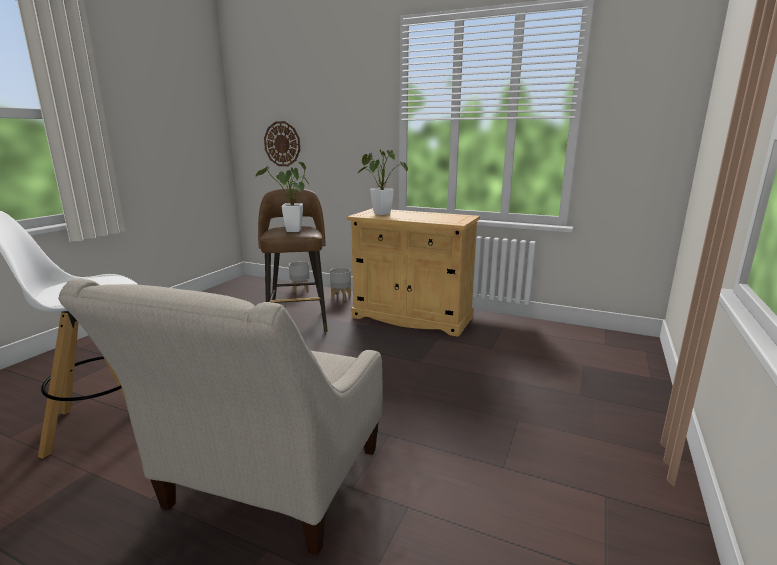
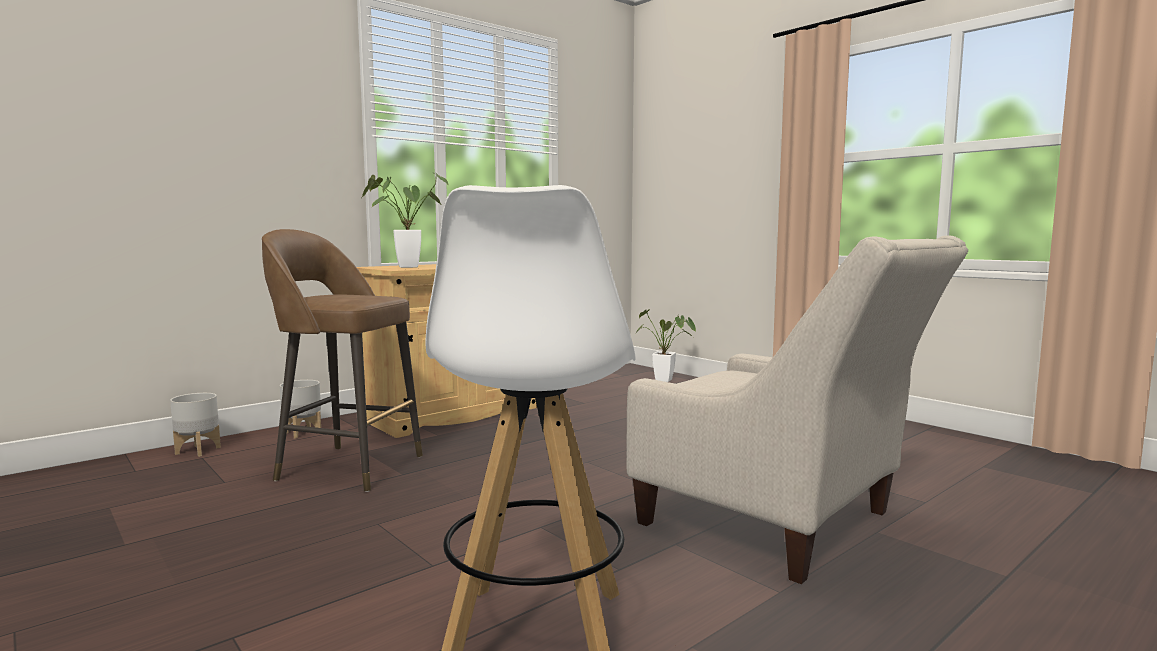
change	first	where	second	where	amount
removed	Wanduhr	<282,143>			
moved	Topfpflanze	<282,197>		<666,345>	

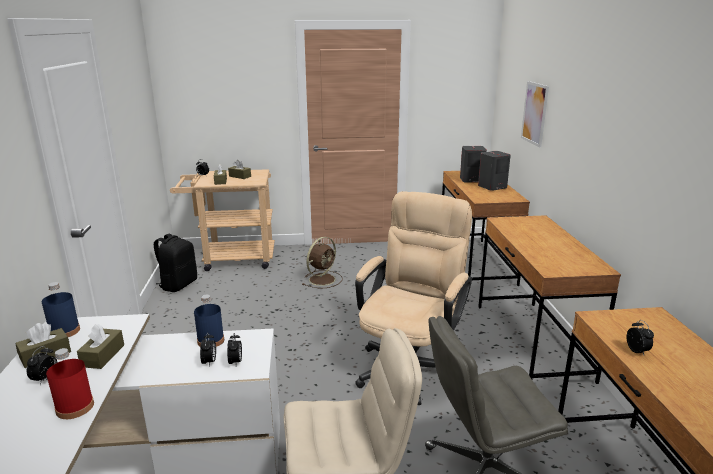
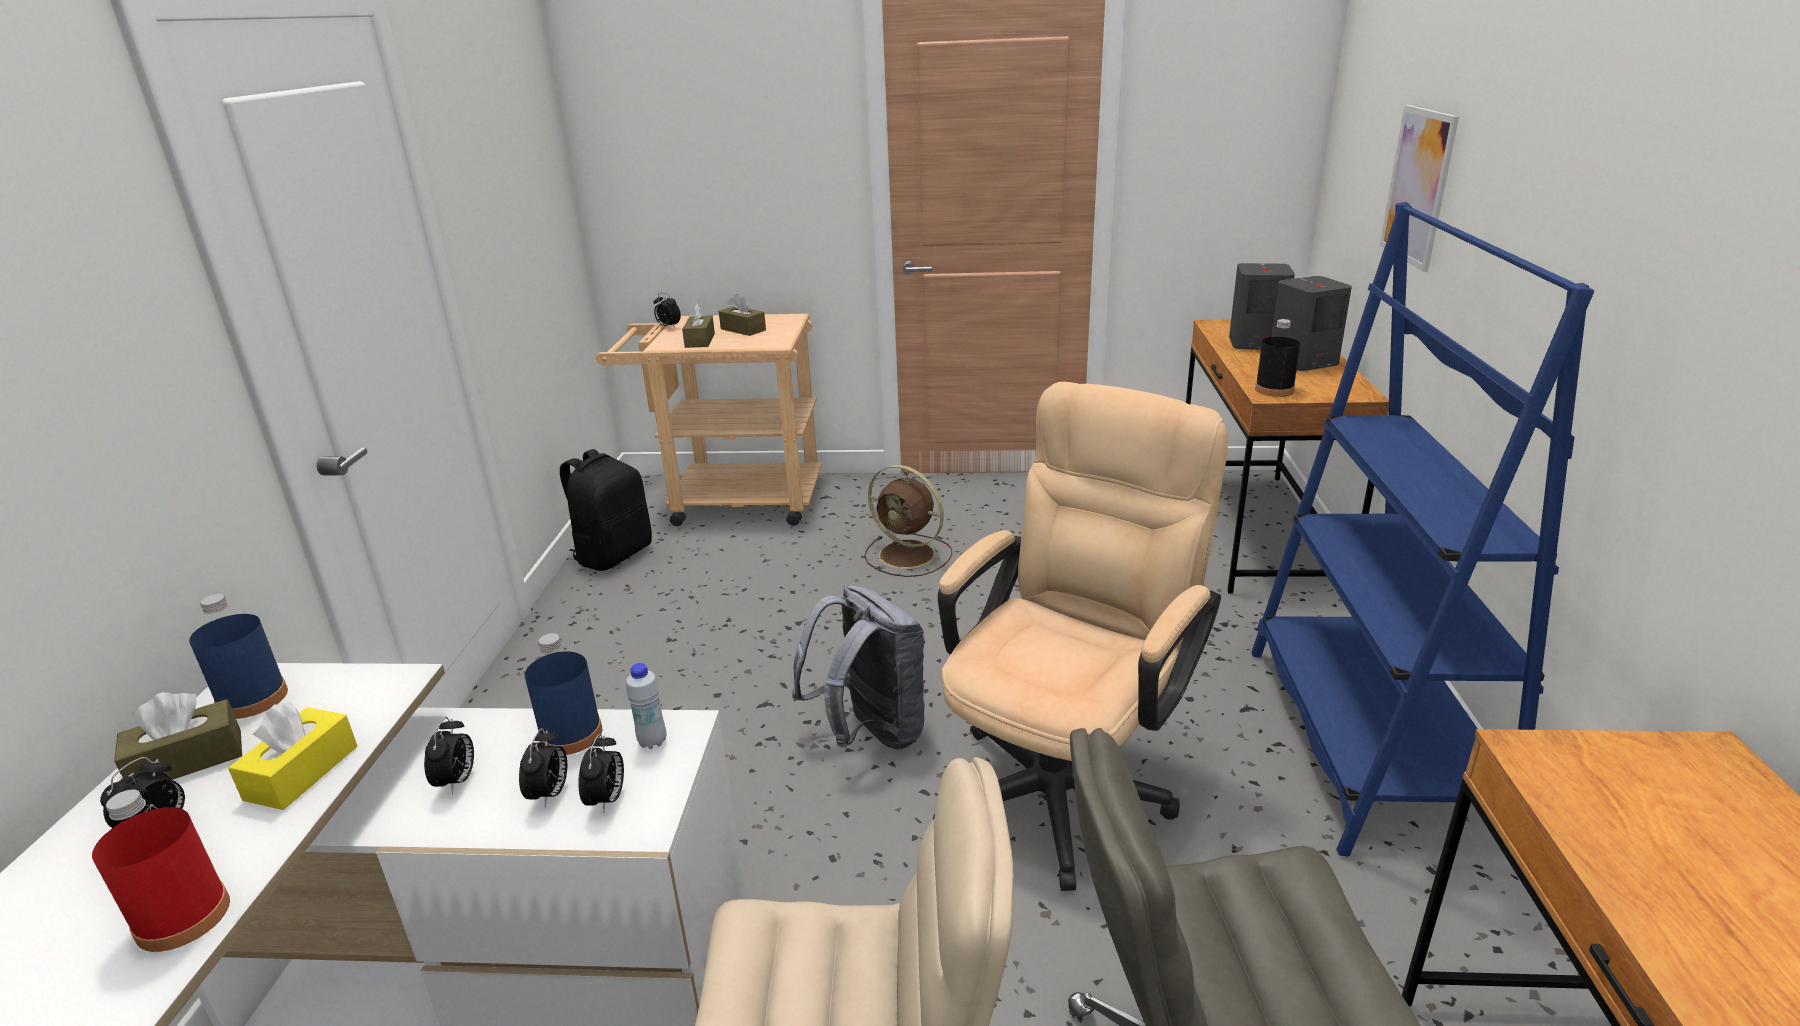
change	first	where	second	where	amount
added			Flasche [weiß]	<646,706>	
added			Rucksack [grau]	<858,667>	
added			Flasche [schwarz]	<1277,358>	
moved	Wecker	<640,337>		<449,755>	
replaced	Schreibtisch [braun]	<549,299>	Bücherregal [blau]	<1422,529>	
recoloured	Taschentuchbox [braun]	<100,346>	Taschentuchbox [gelb]	<292,756>	
turned	Ventilator [braun]	<322,263>		<908,521>	75 degrees clockwise

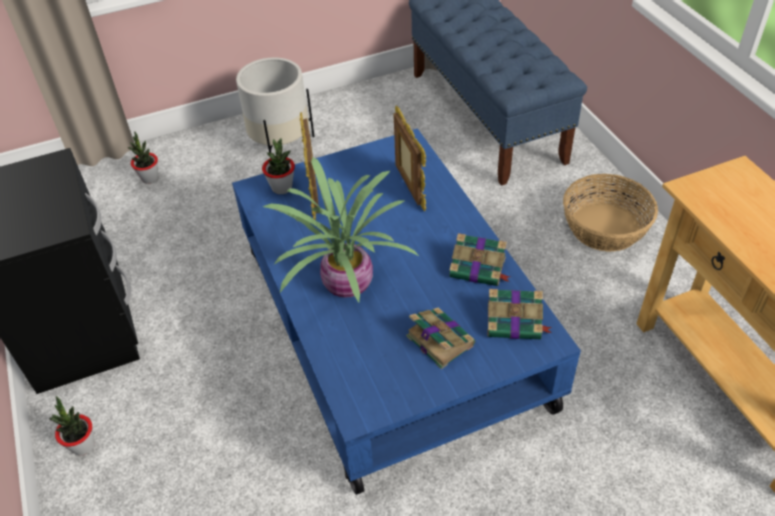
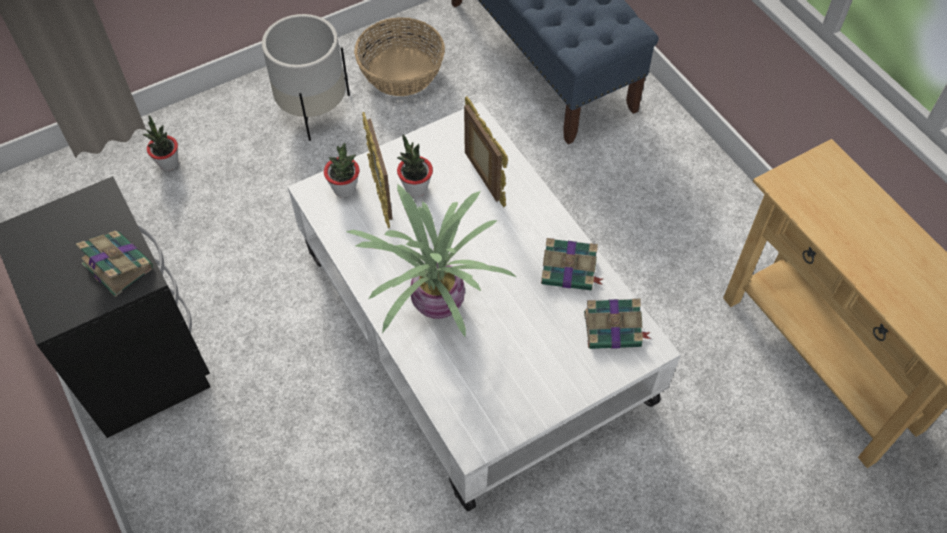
change	first	where	second	where	amount
moved	Topfpflanze	<72,425>		<415,165>	
moved	Buch	<440,338>		<114,264>	
moved	Korb	<610,213>		<399,56>	
recoloured	Couchtisch [blau]	<406,311>	Couchtisch [weiß]	<484,307>	

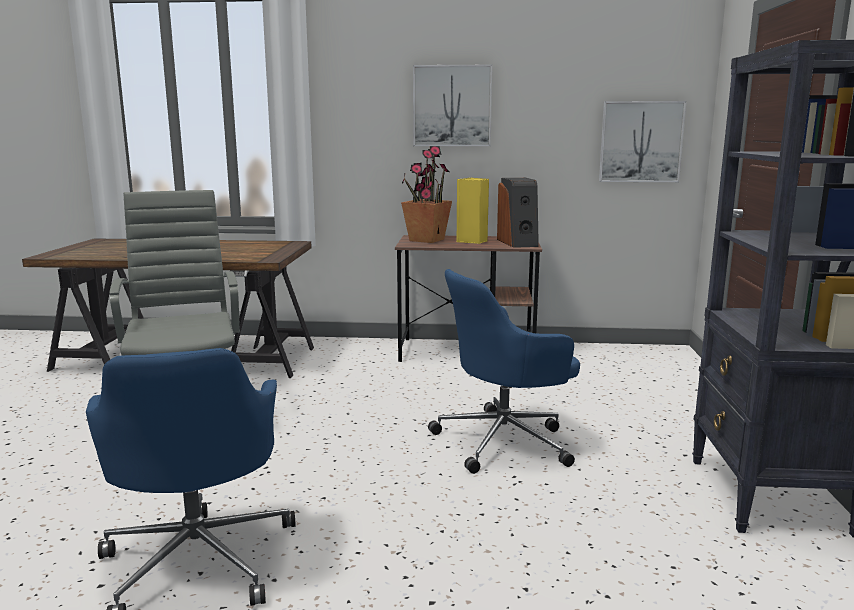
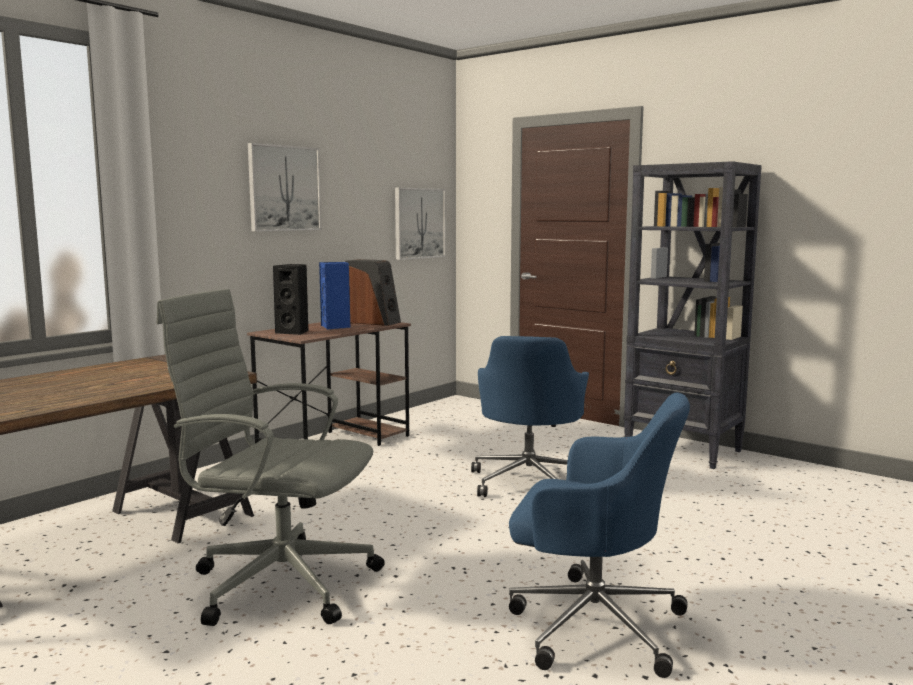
change	first	where	second	where	amount
replaced	Topfpflanze	<426,194>	Lautsprecher [schwarz]	<291,299>	
recoloured	Lautsprecher [gelb]	<473,211>	Lautsprecher [blau]	<334,295>	

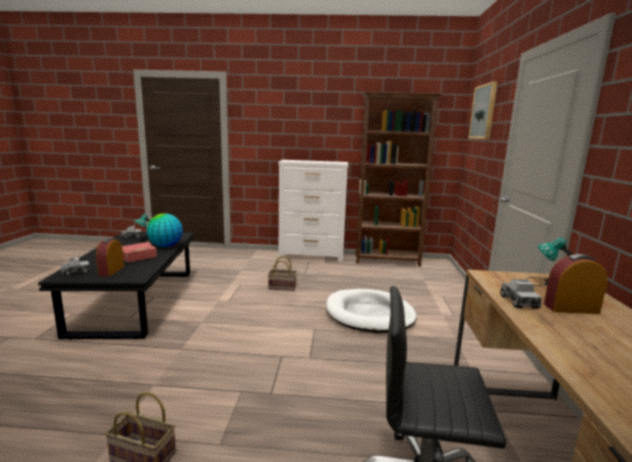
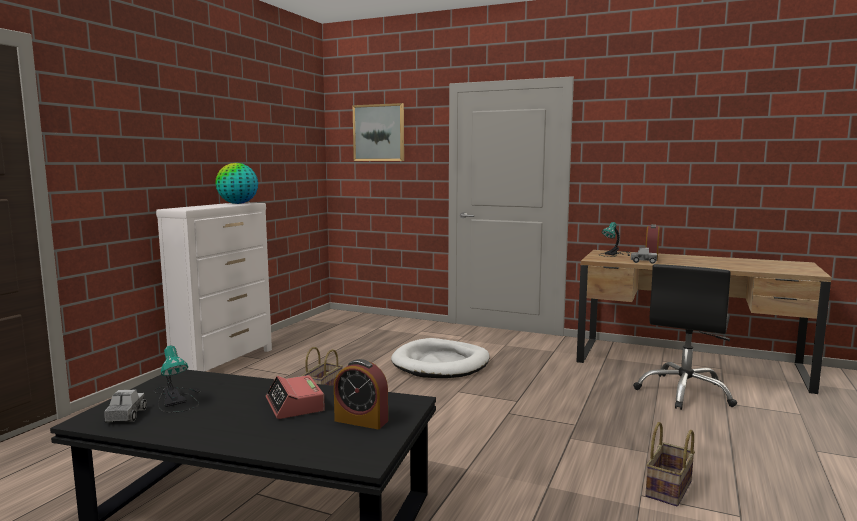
change	first	where	second	where	amount
removed	Spielzeuglaster	<75,266>			
removed	Bücherregal [braun]	<399,179>			
moved	Globus	<165,230>		<236,183>	

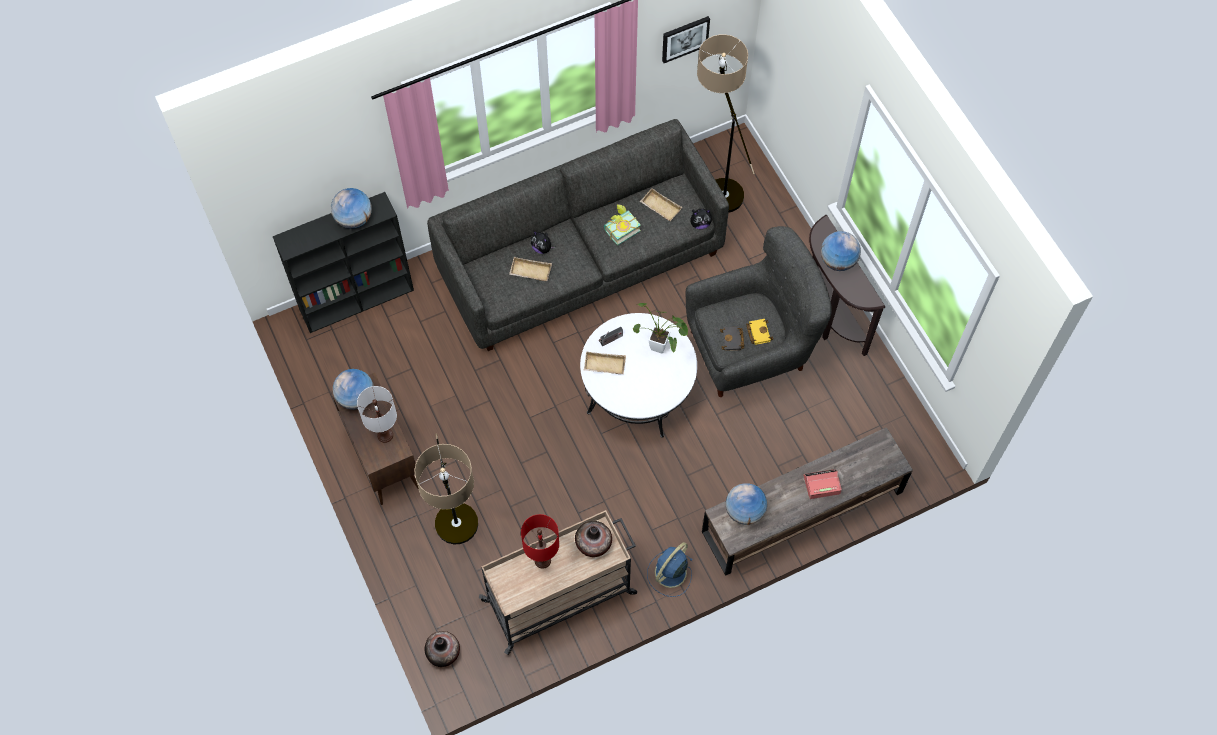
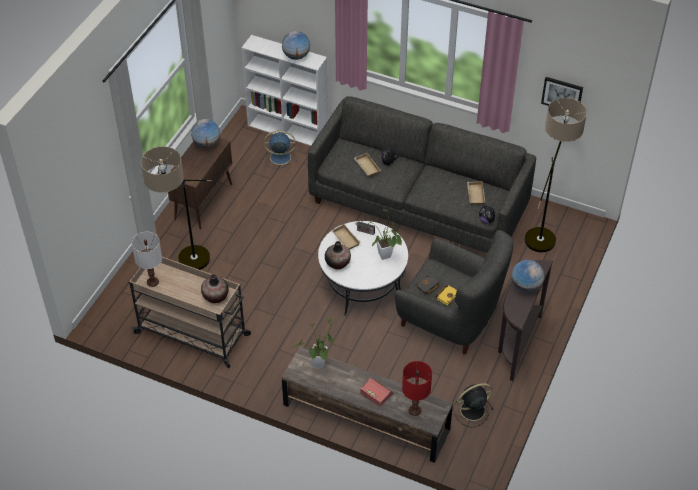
change	first	where	second	where	amount
removed	Buch	<622,225>			
added			Ventilator [schwarz]	<473,405>	
moved	Tischlampe [weiß]	<377,414>		<147,259>	
moved	Vase	<442,649>		<338,255>	
moved	Tischlampe [rot]	<540,541>		<417,388>	
moved	Ventilator [blau]	<670,569>		<280,150>	
replaced	Globus	<746,504>	Topfpflanze	<312,342>	
recoloured	Bücherregal [schwarz]	<343,262>	Bücherregal [weiß]	<284,90>	

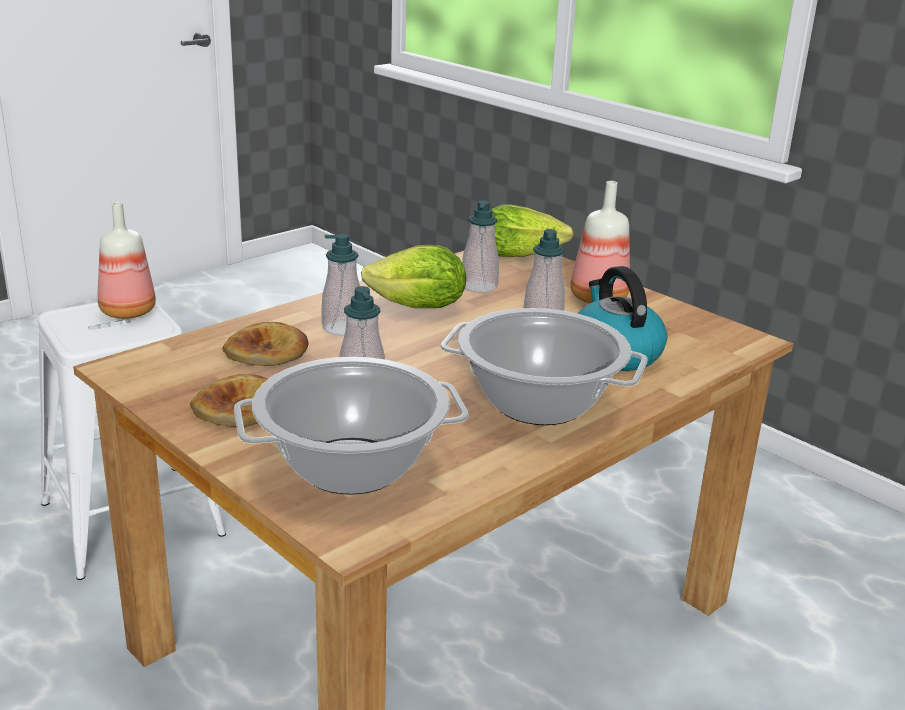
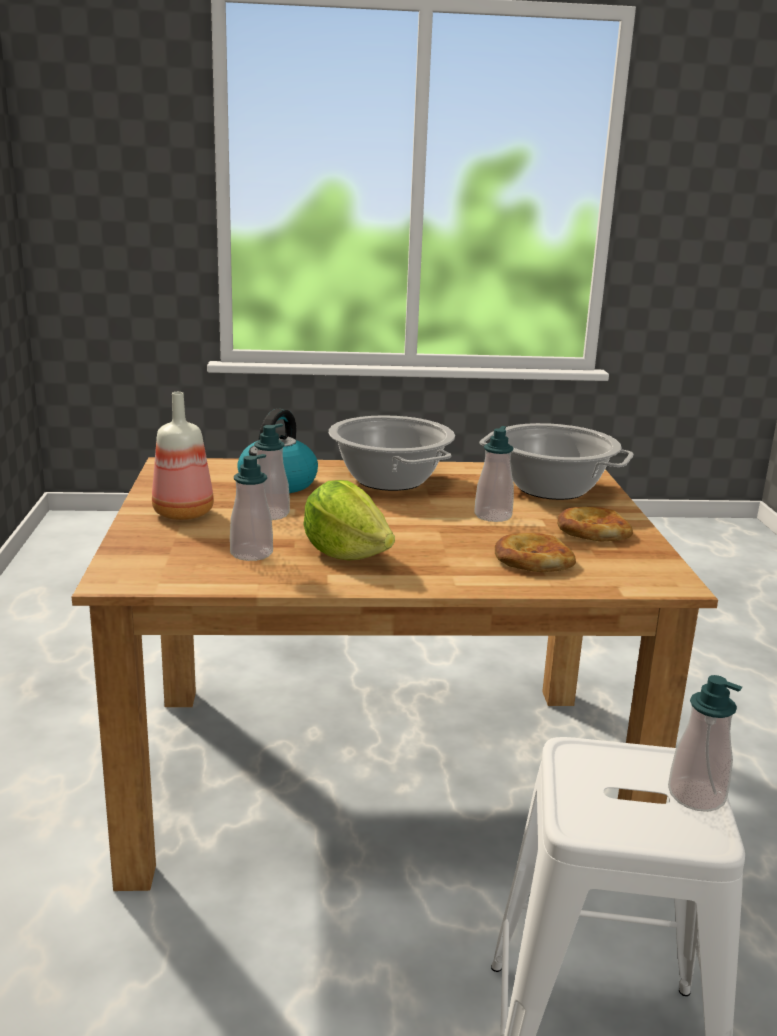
change	first	where	second	where	amount
removed	Flasche	<127,260>			
removed	Salatkopf	<533,230>			
moved	Seifenspender	<341,284>		<705,743>	

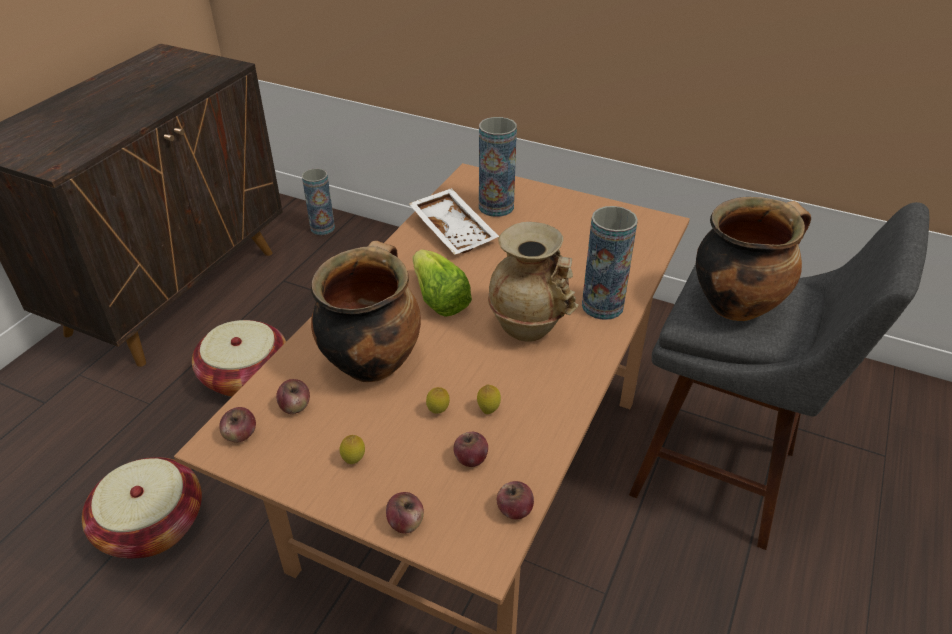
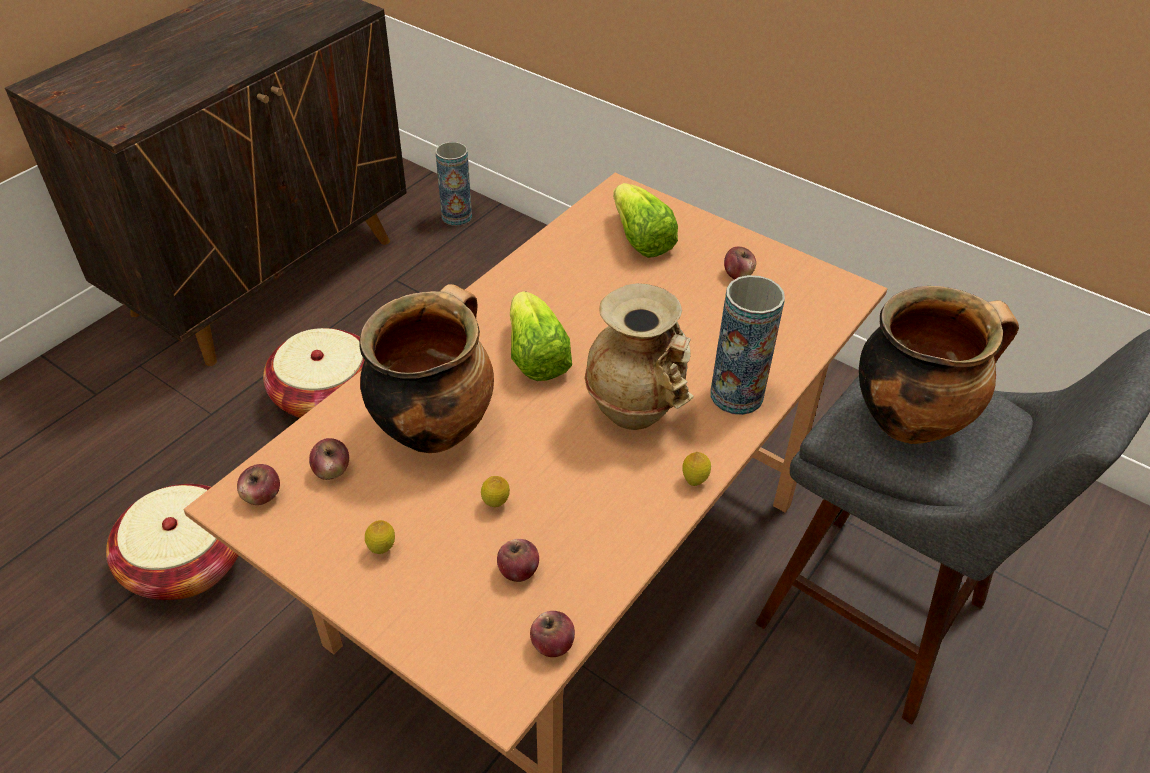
change	first	where	second	where	amount
removed	Tablett [weiß]	<454,221>			
moved	Apfel	<405,513>		<740,263>	
moved	Zitrone	<489,399>		<696,469>	
replaced	Vase	<498,167>	Salatkopf	<645,220>	

